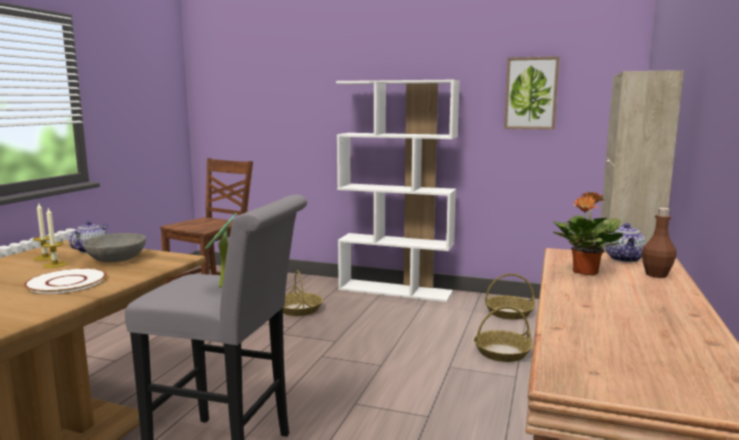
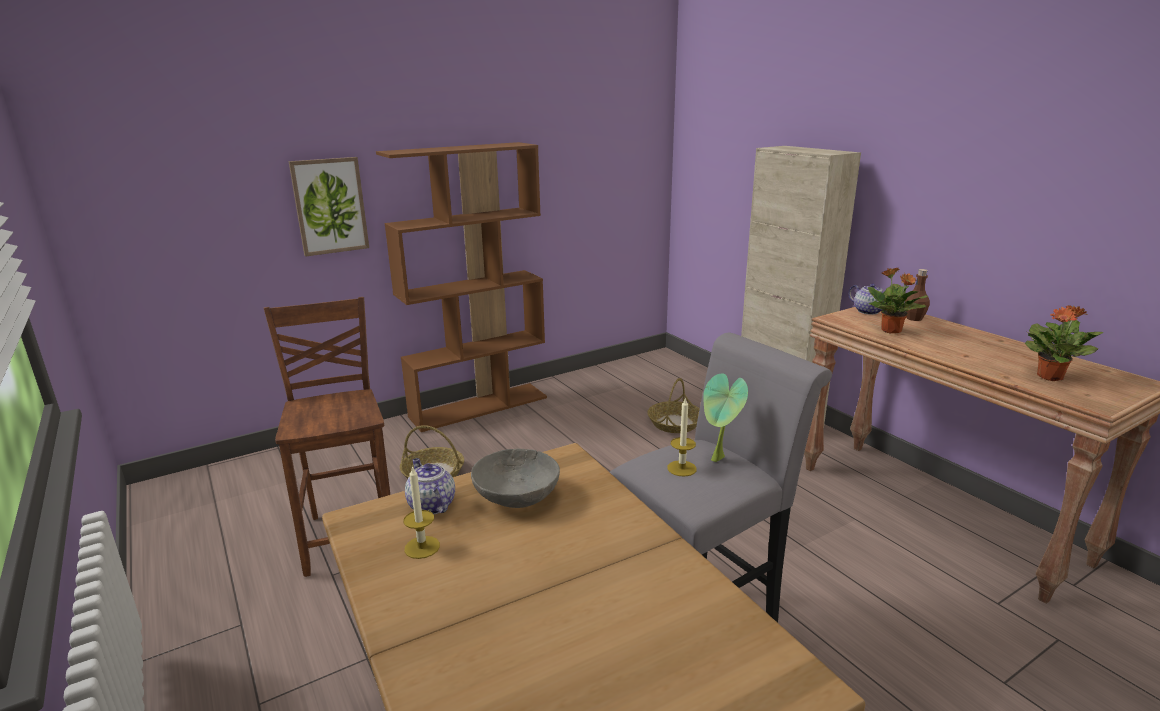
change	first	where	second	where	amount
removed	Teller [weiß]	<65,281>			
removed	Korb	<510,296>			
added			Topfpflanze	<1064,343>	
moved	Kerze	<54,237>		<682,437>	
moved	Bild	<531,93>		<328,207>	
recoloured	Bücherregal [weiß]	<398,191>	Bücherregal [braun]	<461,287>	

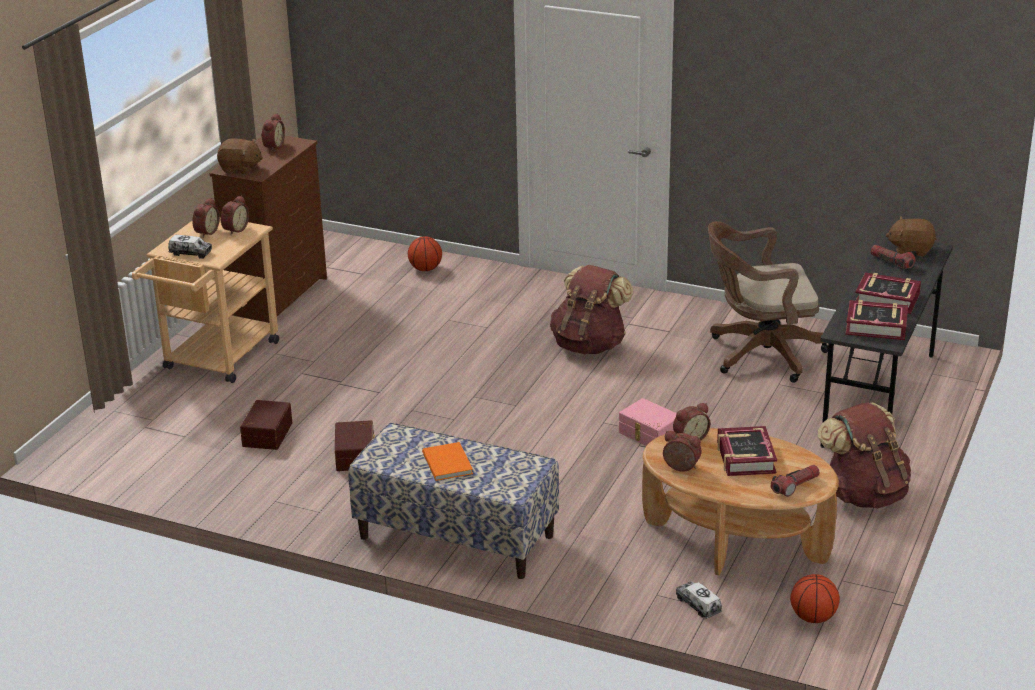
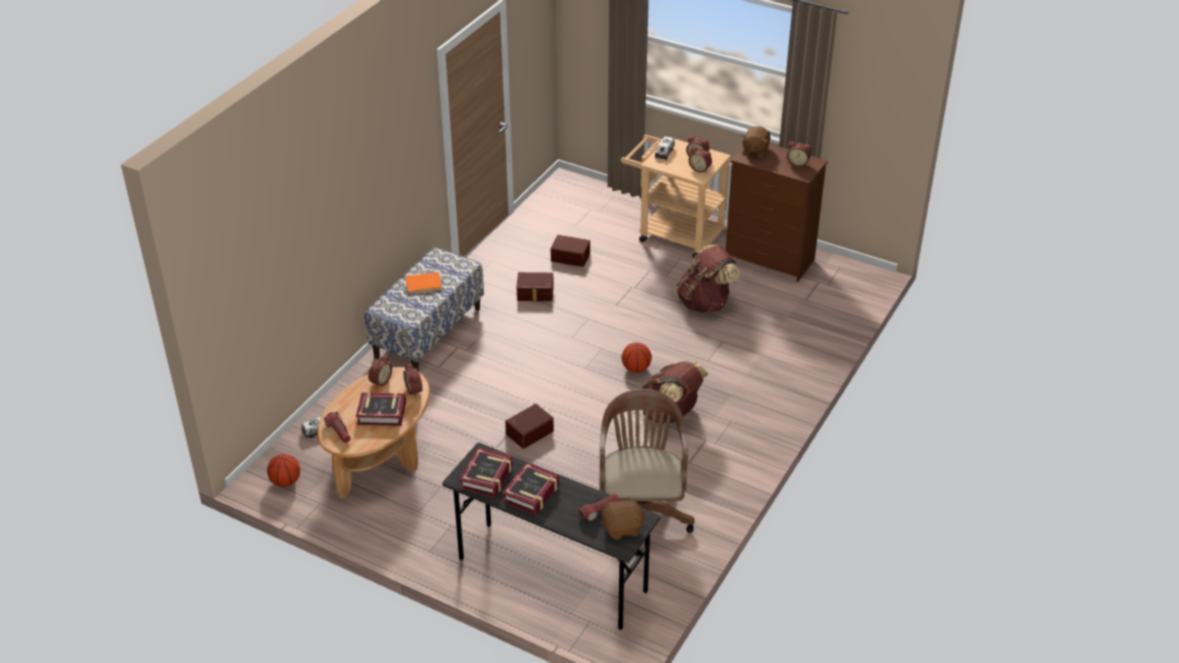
change	first	where	second	where	amount
moved	Basketball	<425,253>		<636,358>	
moved	Rucksack [braun]	<864,455>		<708,278>	
recoloured	Aufbewahrungsbox [rosa]	<647,422>	Aufbewahrungsbox [braun]	<529,426>	
turned	Plüschtier [braun]	<911,236>		<624,518>	60 degrees clockwise

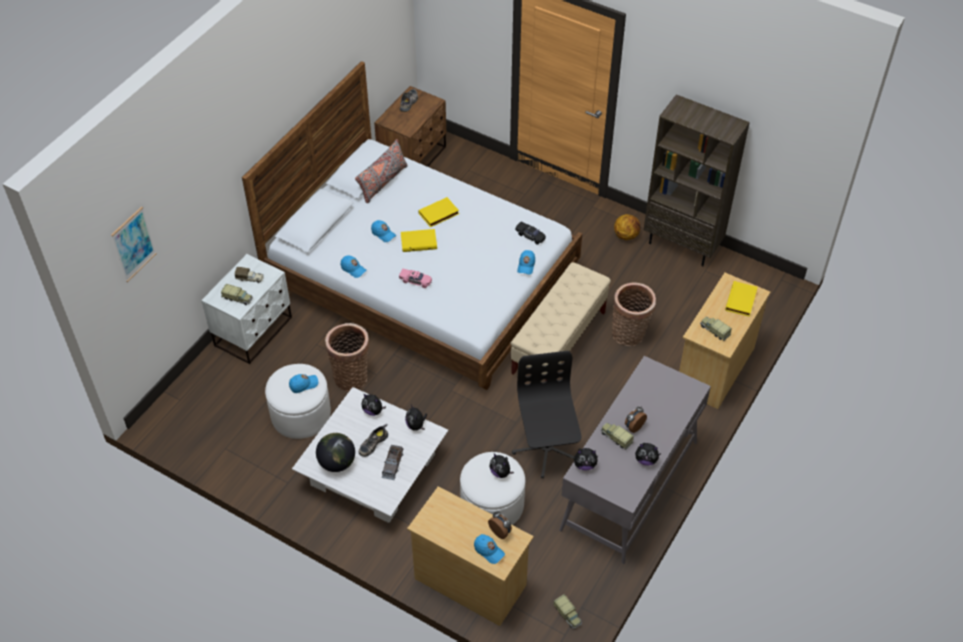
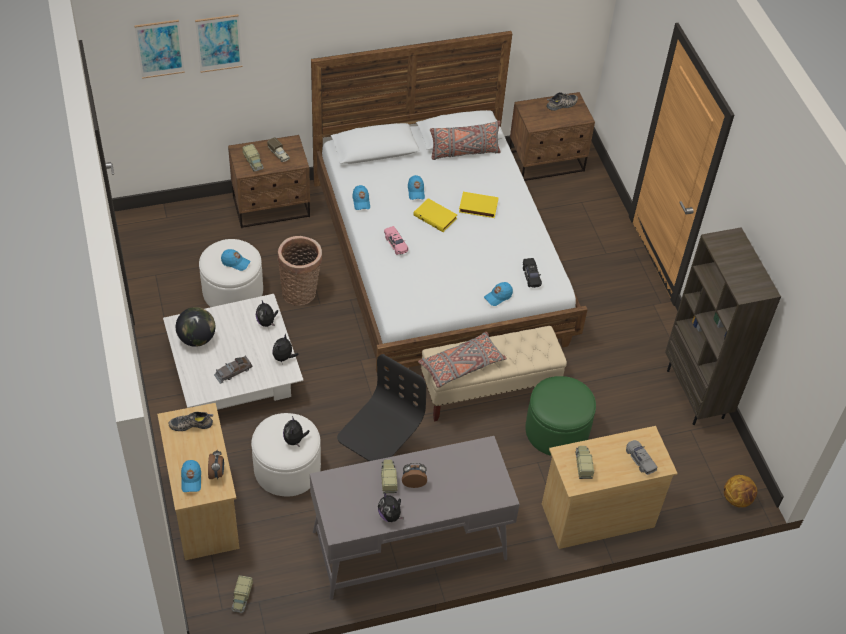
change	first	where	second	where	amount
removed	Plüschtier	<586,459>			
added			Bild	<218,43>	
added			Kissen [grau]	<462,360>	
moved	Schuh	<373,440>		<191,421>	
moved	Basketball	<627,227>		<740,491>	
replaced	Korb	<634,314>	Polsterhocker [grün]	<560,416>	
replaced	Buch [gelb]	<741,299>	Spielzeugauto [grau]	<641,457>	
recoloured	Nachttisch [weiß]	<246,309>	Nachttisch [braun]	<269,181>	

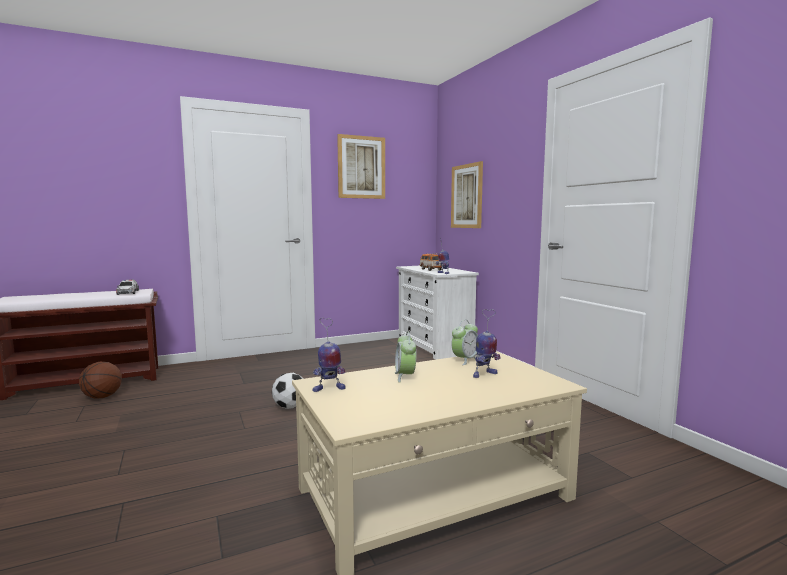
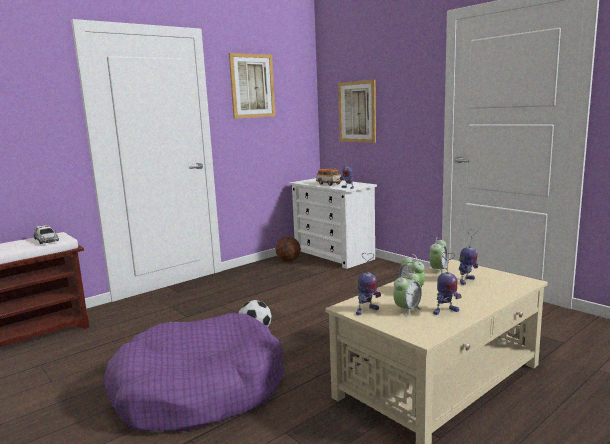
change	first	where	second	where	amount
added			Hundebett [lila]	<193,372>	
added			Wecker	<407,293>	
added			Spielzeugroboter	<447,283>	
moved	Basketball	<100,380>		<288,249>	

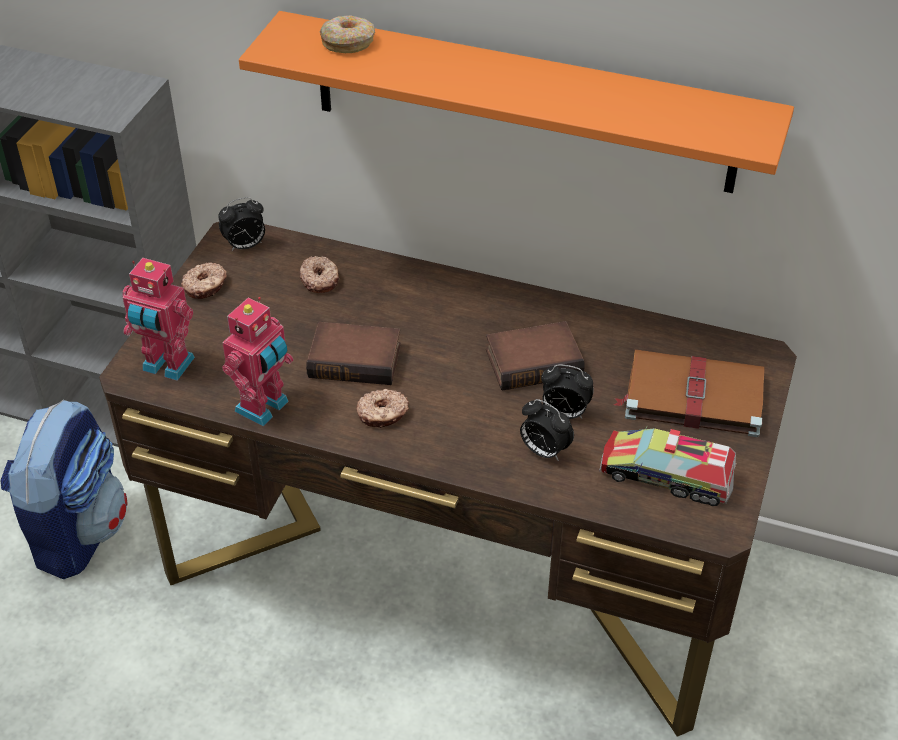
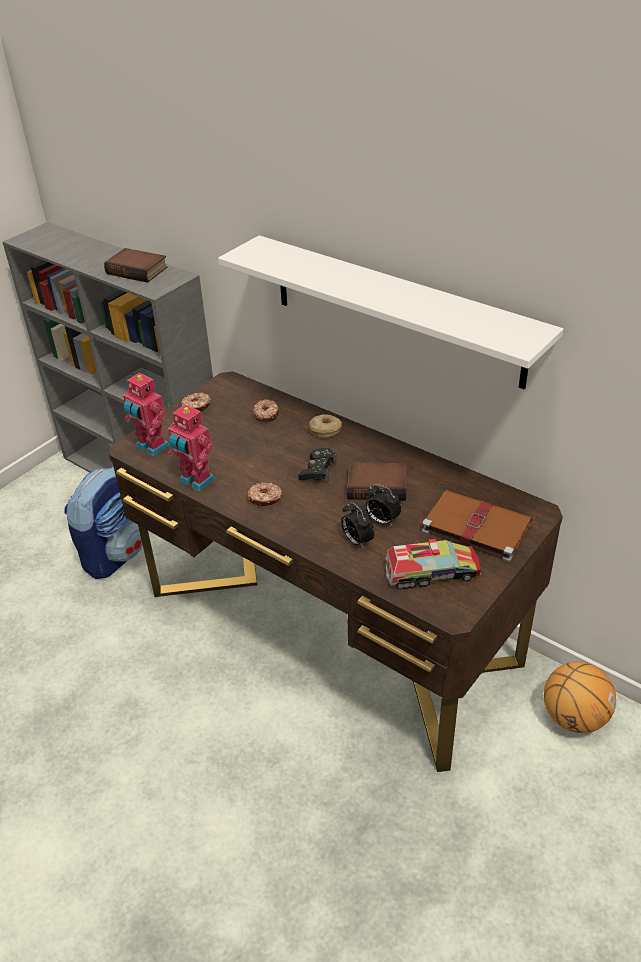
change	first	where	second	where	amount
removed	Wecker	<241,224>			
added			Gamepad [schwarz]	<317,465>	
added			Basketball	<580,697>	
moved	Buch	<353,353>		<136,265>	
moved	Donut	<347,34>		<325,426>	
recoloured	Wandregal [orange]	<516,102>	Wandregal [weiß]	<390,312>	
turned	Spielzeugroboter	<257,361>		<191,448>	75 degrees clockwise
turned	Spielzeuglaster	<668,465>		<433,564>	135 degrees clockwise

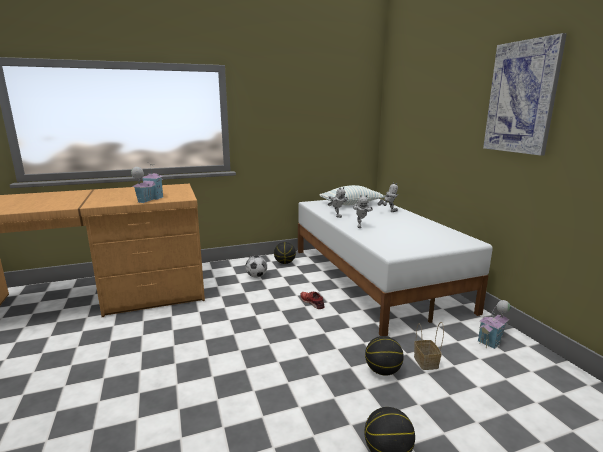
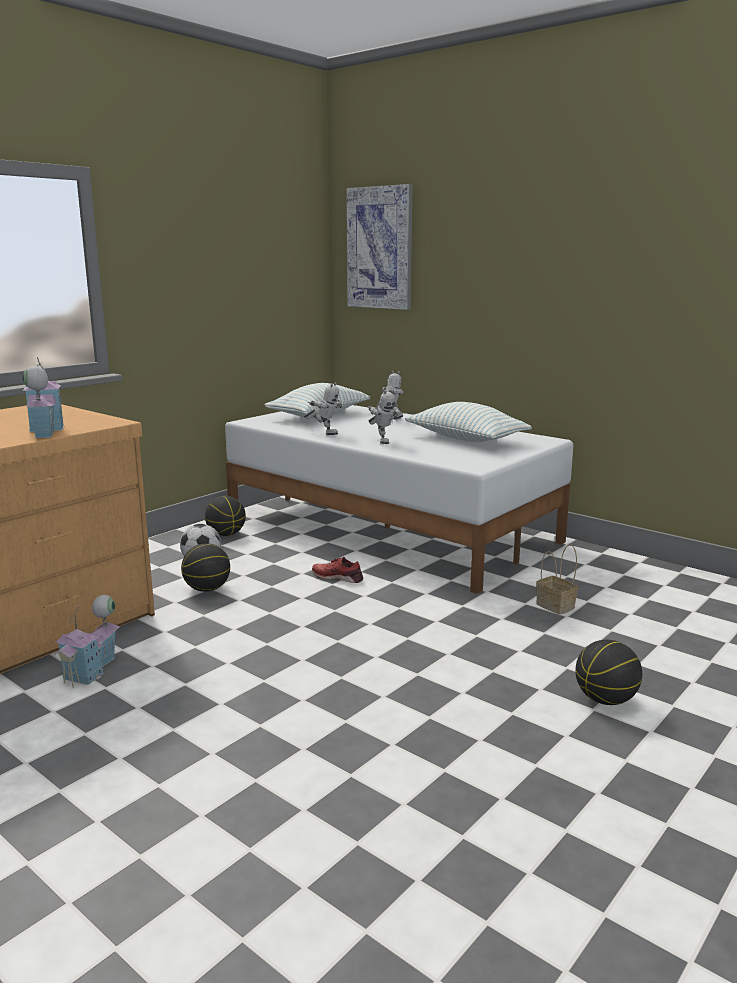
change	first	where	second	where	amount
added			Kissen	<468,422>	
moved	Basketball	<384,356>		<205,567>	
moved	Spielzeughaus	<494,324>		<87,641>	
moved	Bild	<525,94>		<380,247>	

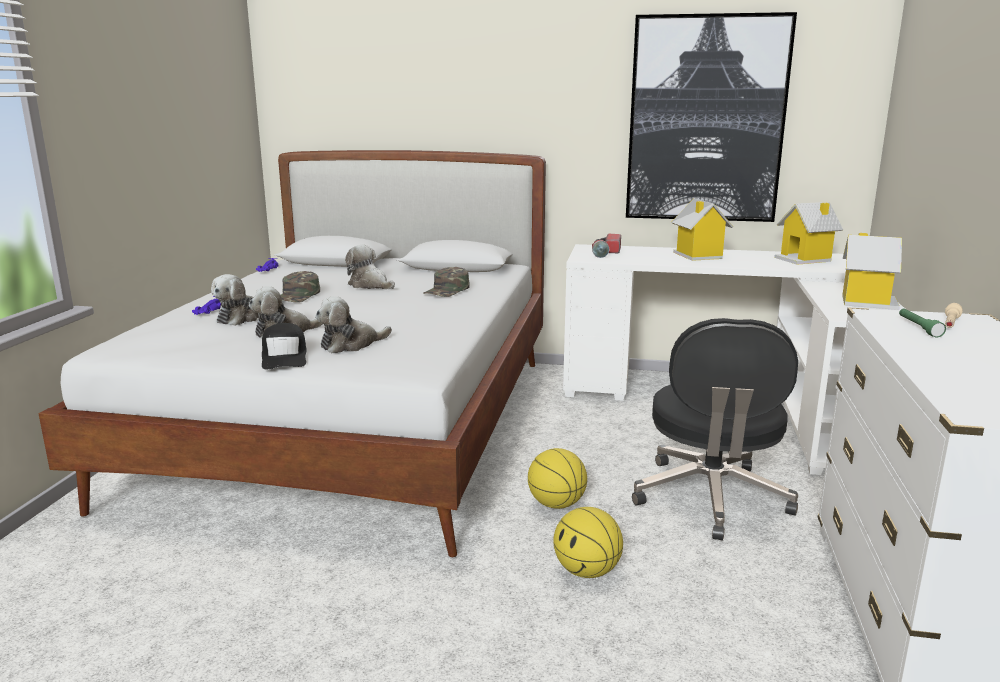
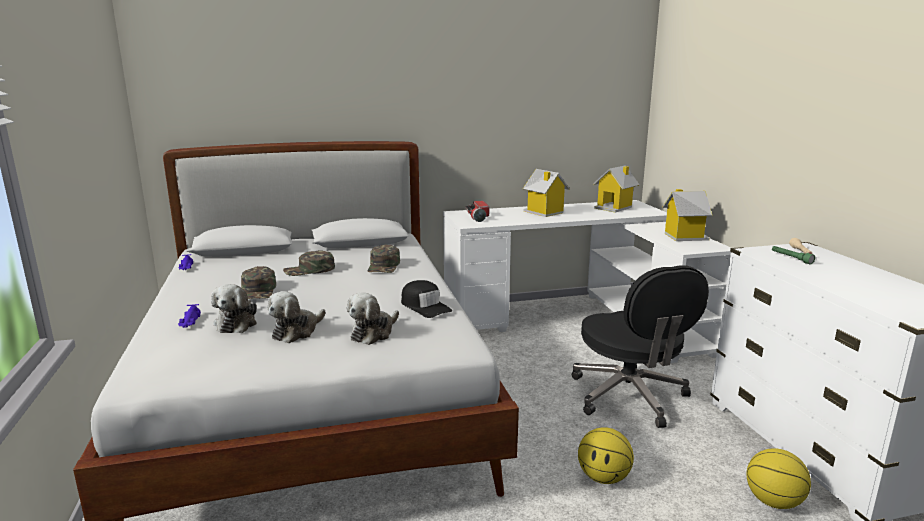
change	first	where	second	where	amount
removed	Bild	<711,117>			
moved	Kappe [schwarz]	<284,346>		<426,299>	
moved	Basketball	<557,478>		<779,478>	
replaced	Plüschtier	<370,267>	Kappe [grün]	<309,263>	

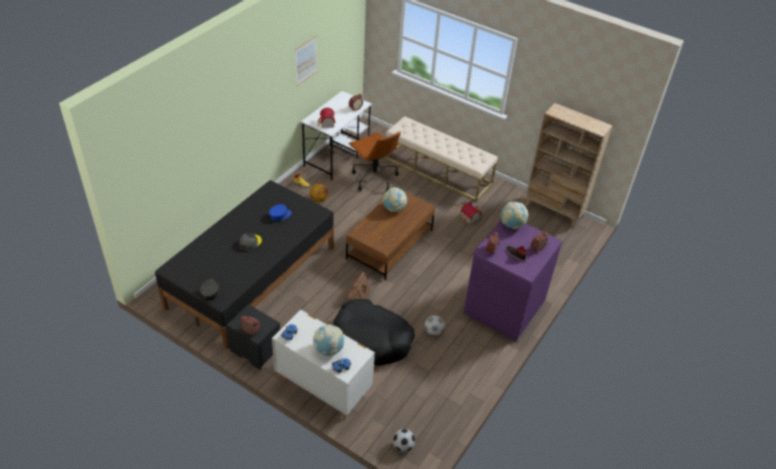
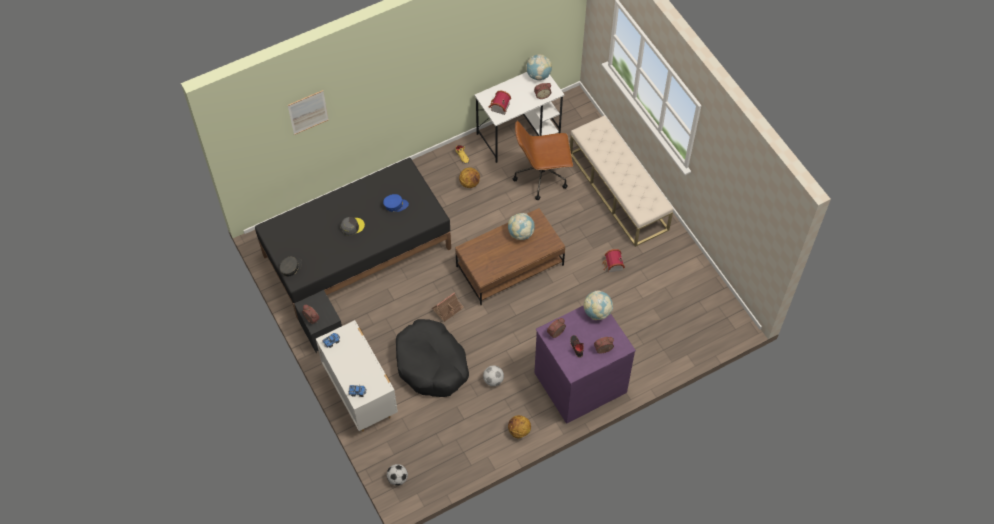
change	first	where	second	where	amount
removed	Bücherregal [beige]	<568,166>			
added			Basketball	<519,426>	
moved	Bild	<306,61>		<308,112>	
moved	Globus	<328,340>		<539,67>	
turned	Bürostuhl [braun]	<374,161>		<543,160>	90 degrees clockwise

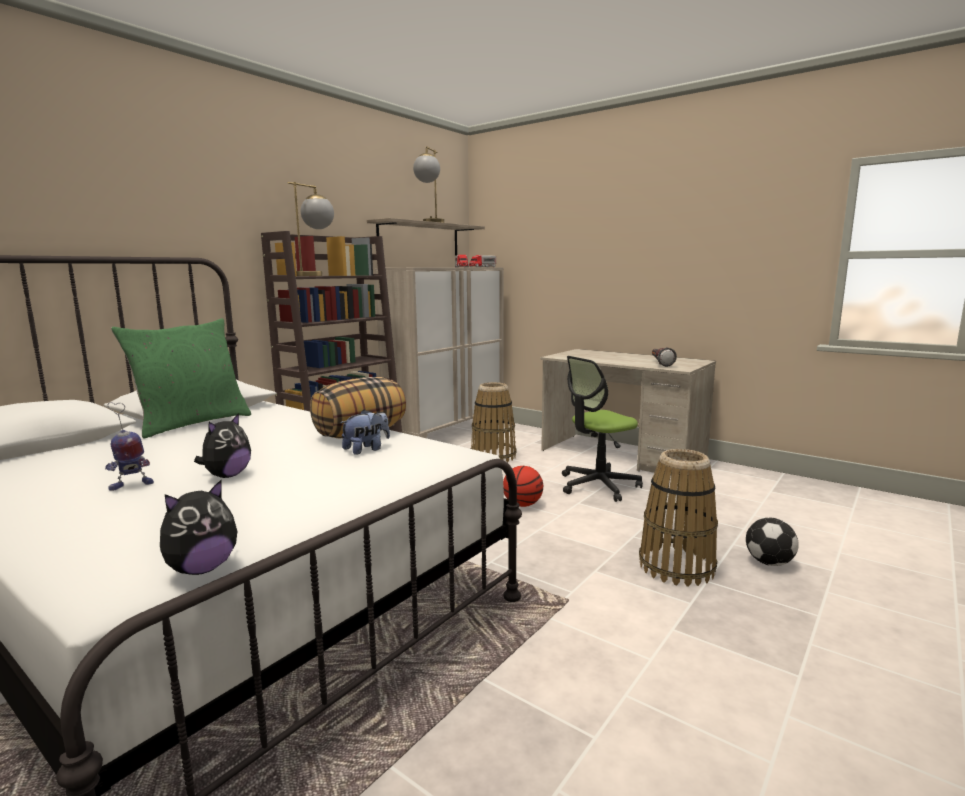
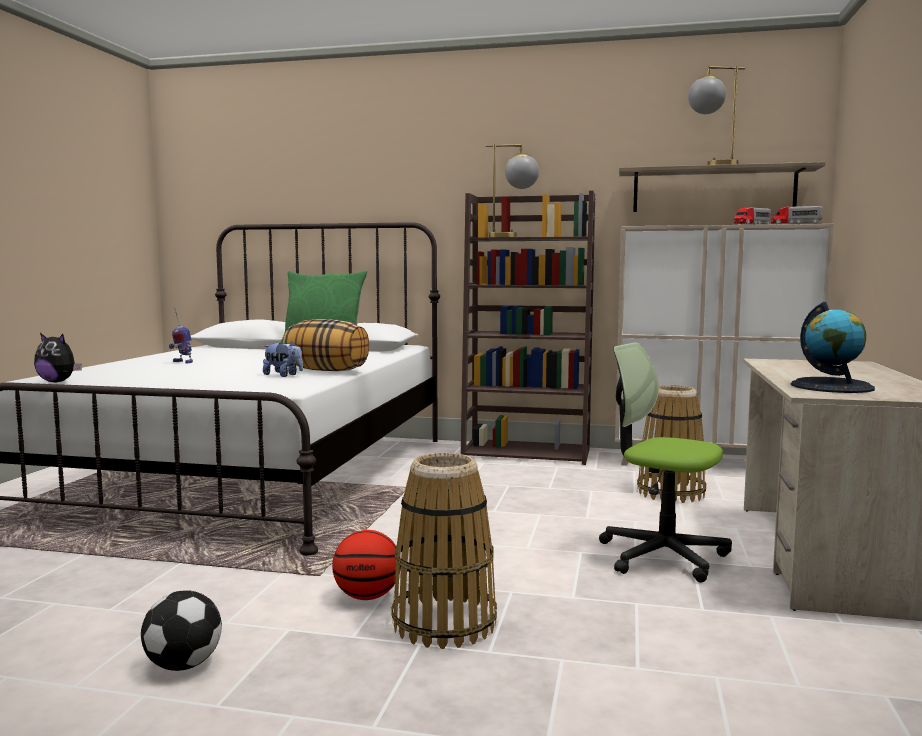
change	first	where	second	where	amount
removed	Plüschtier	<222,445>			
moved	Basketball	<523,486>		<366,565>	
moved	Fußball	<772,542>		<181,630>	
replaced	Taschenlampe	<664,357>	Globus	<833,347>	

